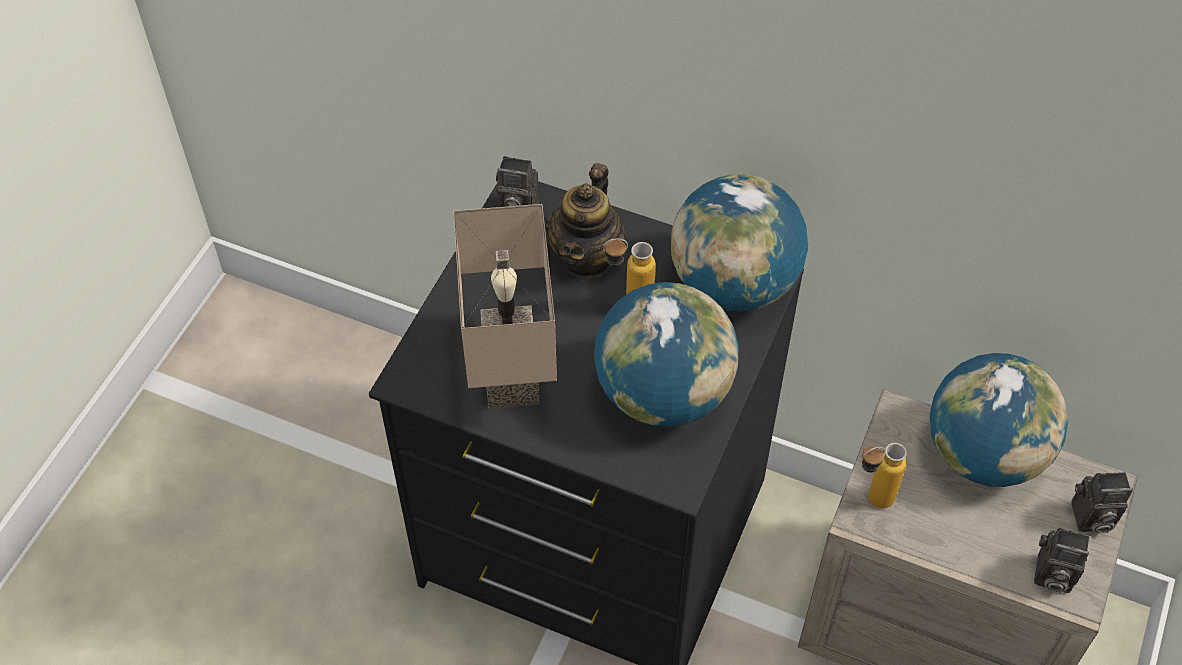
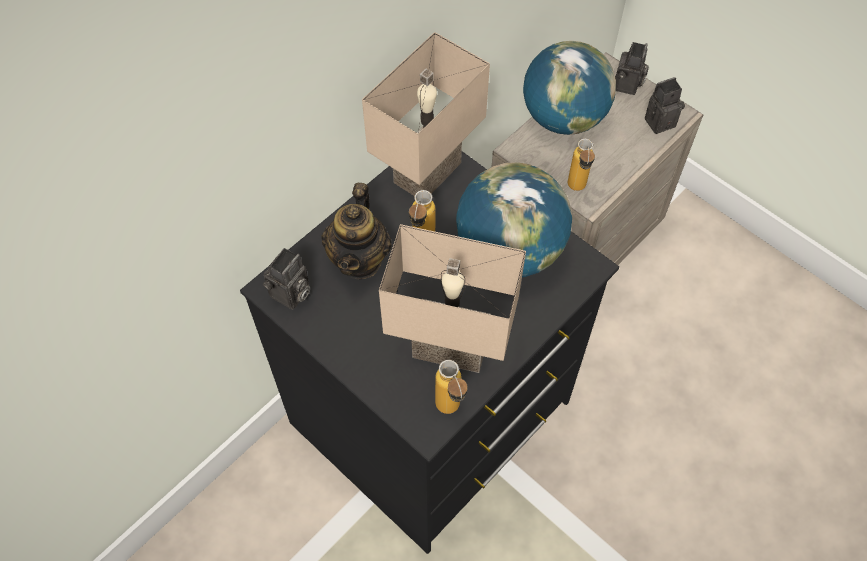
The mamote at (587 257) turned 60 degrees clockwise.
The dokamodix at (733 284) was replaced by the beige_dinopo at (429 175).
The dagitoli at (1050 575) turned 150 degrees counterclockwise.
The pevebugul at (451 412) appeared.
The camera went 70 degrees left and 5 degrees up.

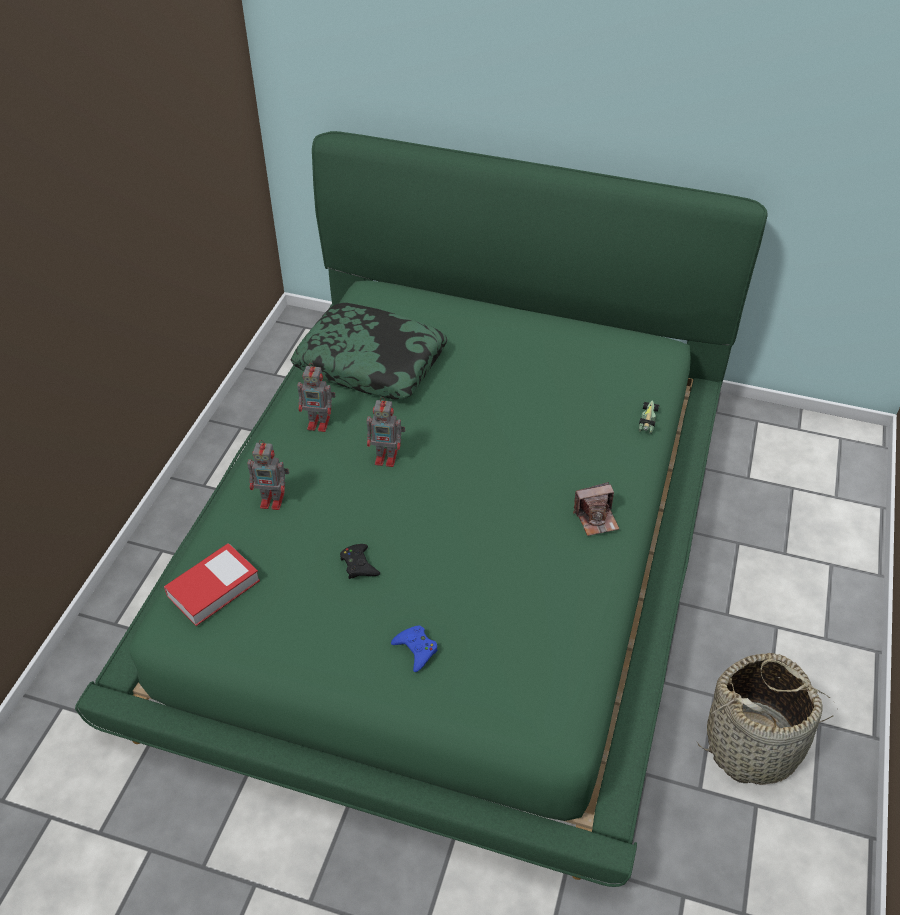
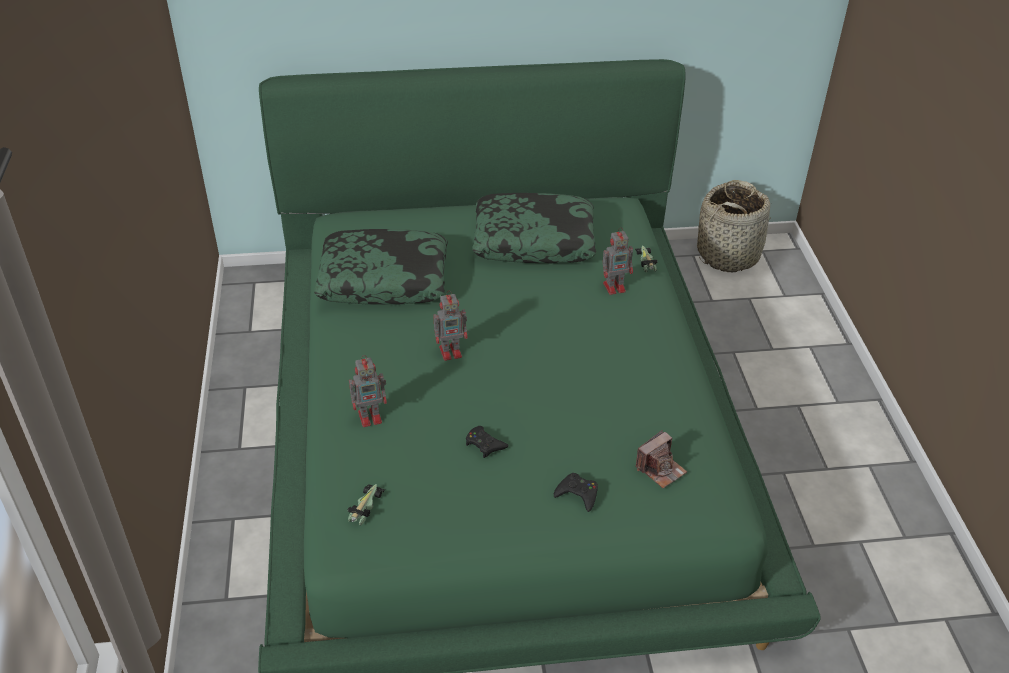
The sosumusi at (213 588) was replaced by the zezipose at (365 506).
The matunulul moved from (320 423) to (615 287).
The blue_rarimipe at (416 650) became the black_rarimipe at (577 494).
The dagitoli moved from (596 518) to (660 469).
The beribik moved from (753 744) to (728 254).
The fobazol at (534 240) appeared.
The camera went 25 degrees left and 5 degrees down.

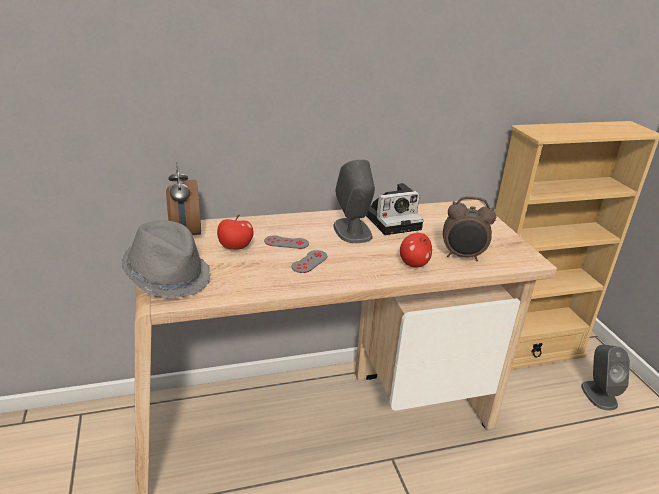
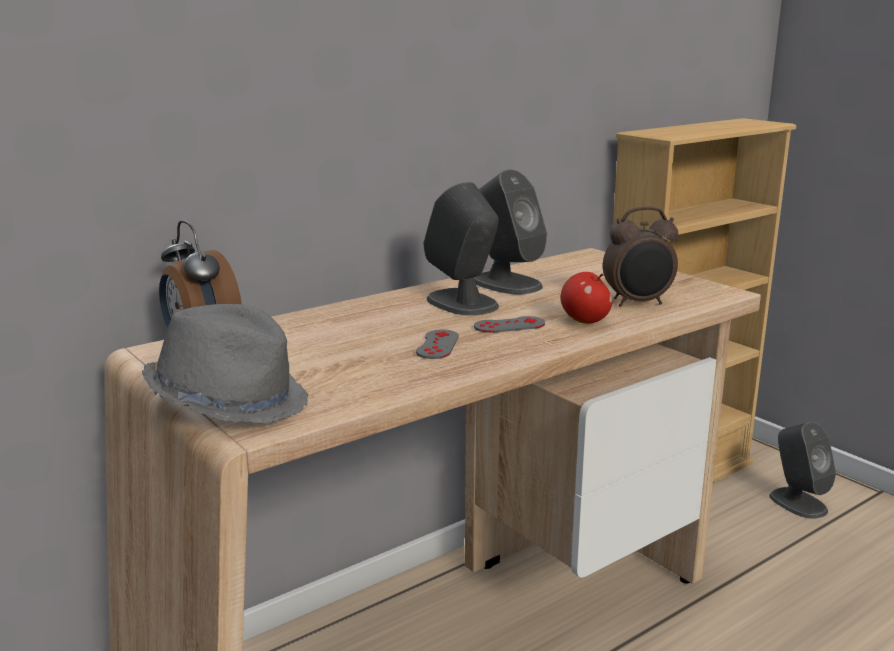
The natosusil at (235 247) disappeared.
The grey_rarimipe moved from (286 242) to (509 325).
The dagitoli at (393 220) was replaced by the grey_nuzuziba at (505 283).
The camera went 20 degrees left and 10 degrees down.

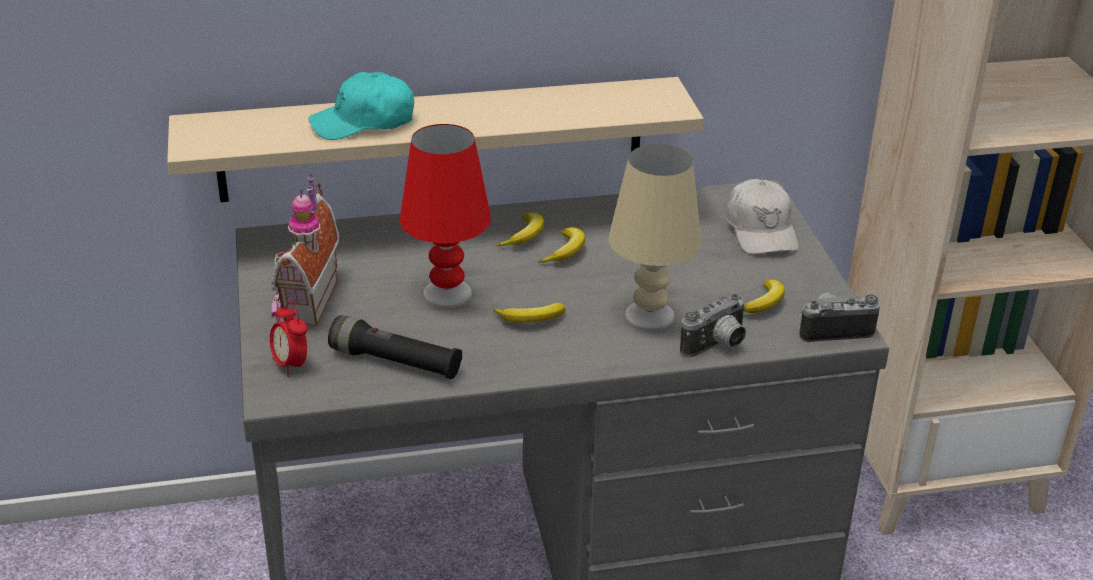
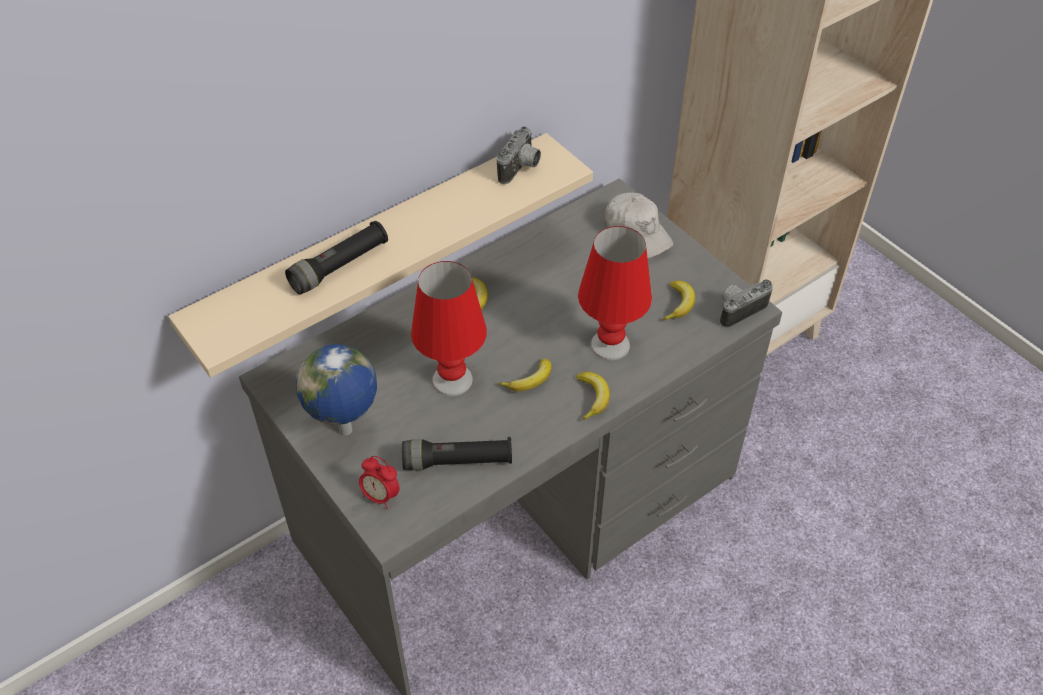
The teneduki at (302 302) was replaced by the dokamodix at (347 431).
The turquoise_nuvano at (363 122) was replaced by the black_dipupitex at (339 267).
The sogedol moved from (565 252) to (592 398).
The beige_dinopo at (649 316) became the red_dinopo at (610 344).
The dagitoli moved from (717 346) to (521 169).
The camera went 25 degrees left and 15 degrees up.

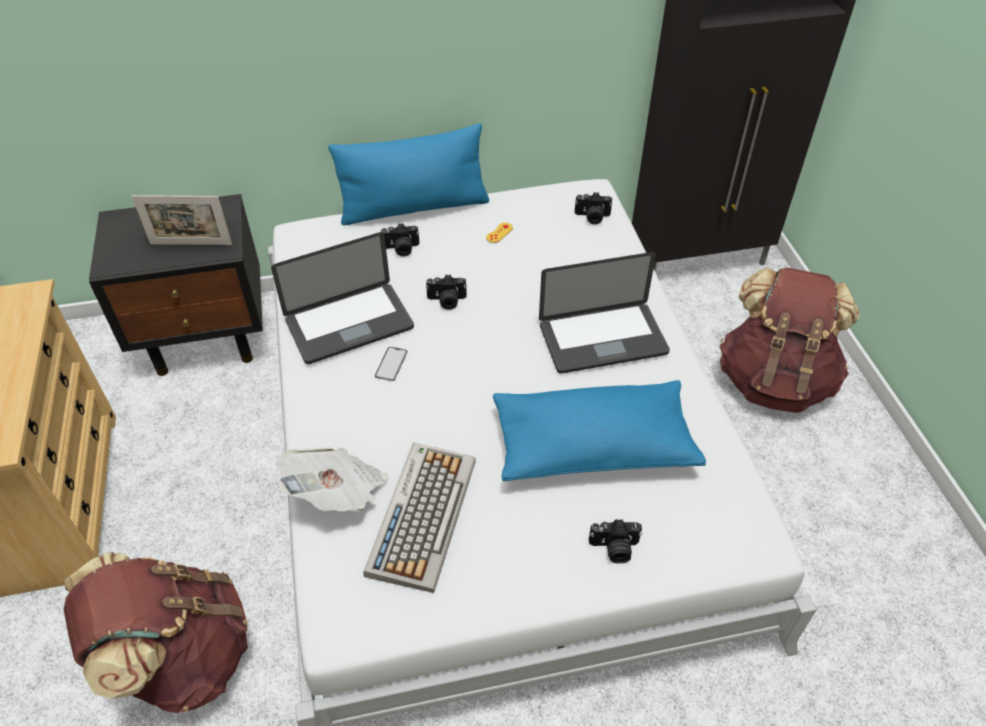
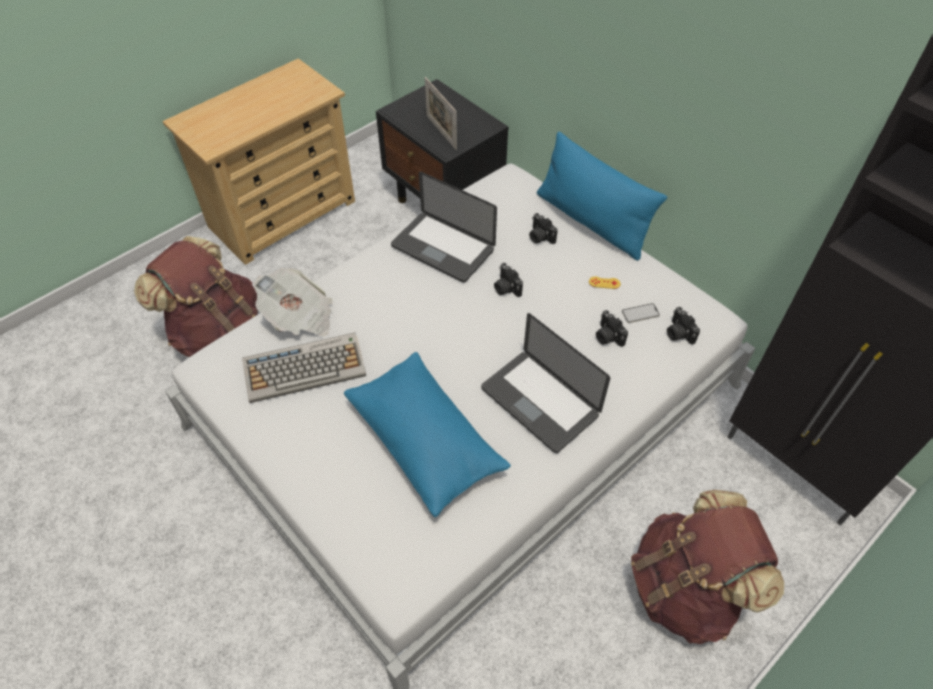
The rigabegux moved from (391 364) to (640 313).
The dagitoli moved from (614 548) to (607 336).
The camera went 60 degrees right and 5 degrees up.

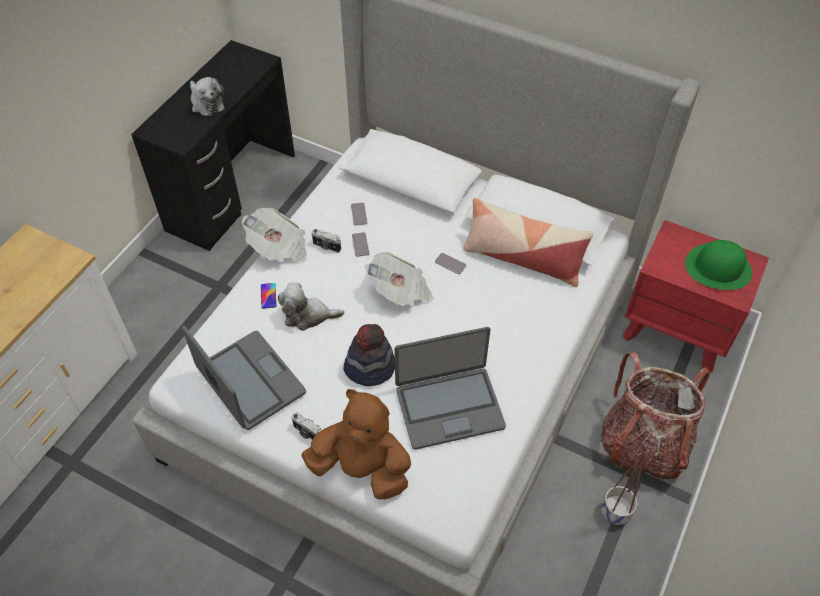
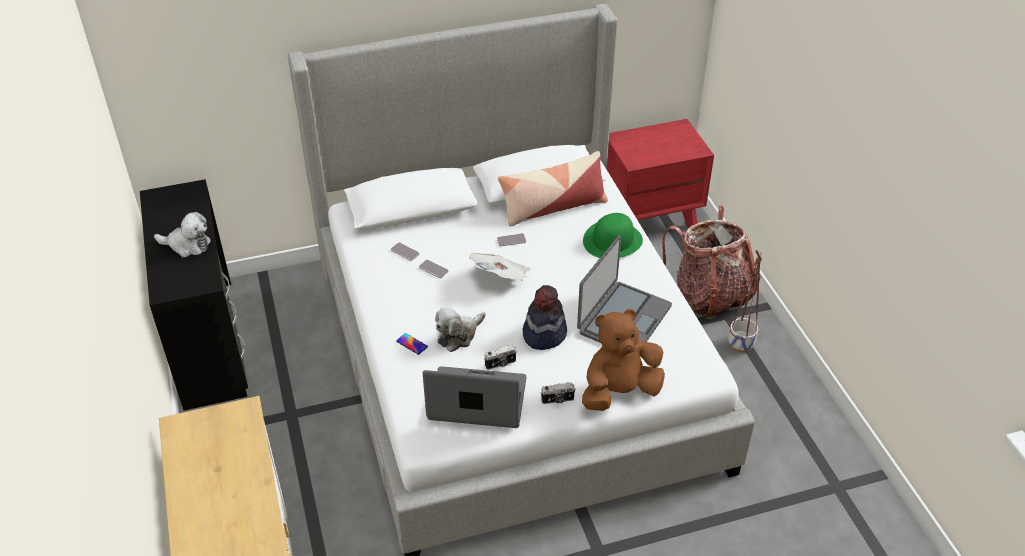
The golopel at (279 248) disappeared.
The dagitoli moved from (326 247) to (501 364).
The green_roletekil moved from (718 267) to (612 241).
The camera went 45 degrees left and 10 degrees down.

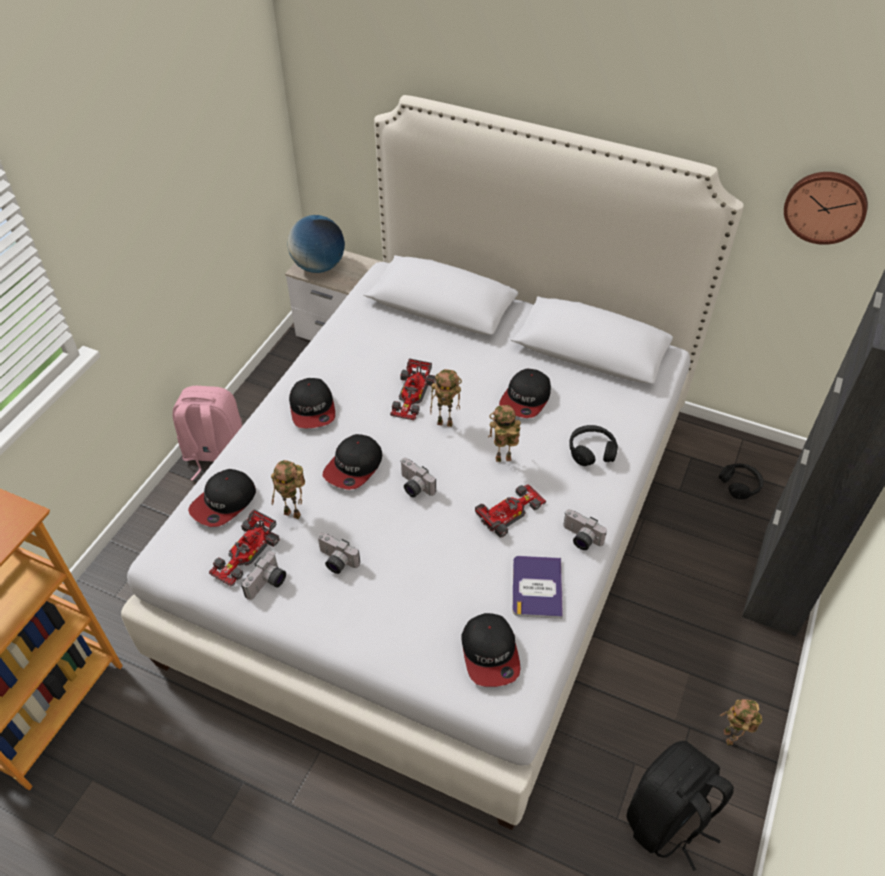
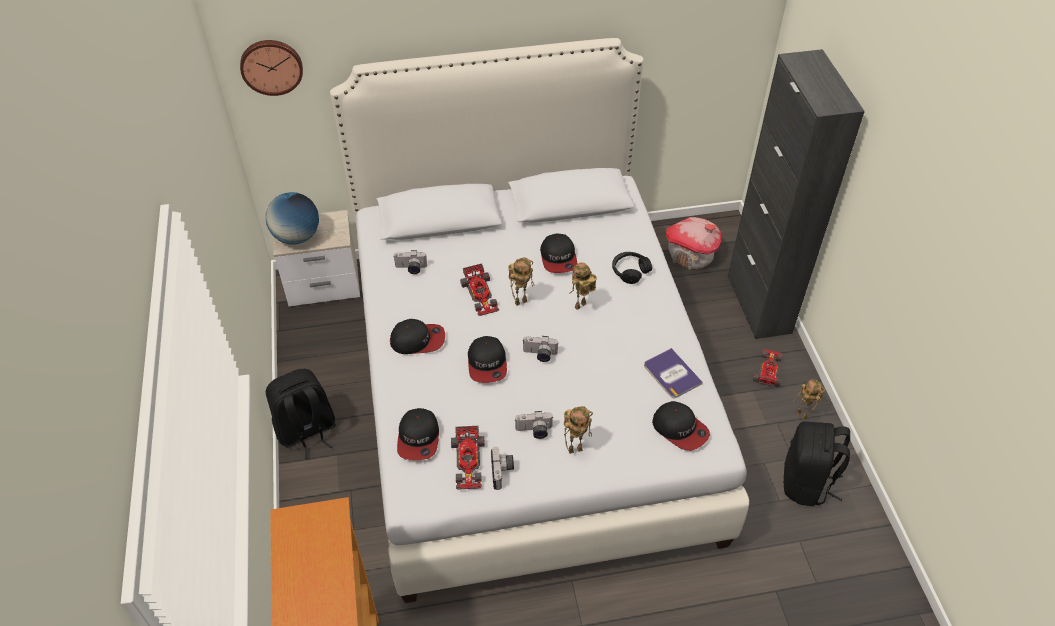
The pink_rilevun at (215 455) became the black_rilevun at (306 431).
The matunulul moved from (294 513) to (576 448).
The nuvano at (313 409) turned 45 degrees counterclockwise.
The zezipose moved from (510 511) to (768 369).
The dagitoli moved from (580 538) to (411 269).
The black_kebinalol at (740 485) was replaced by the teneduki at (691 255).
The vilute moved from (825 206) to (271 66).
The camera went 35 degrees left and 0 degrees up.

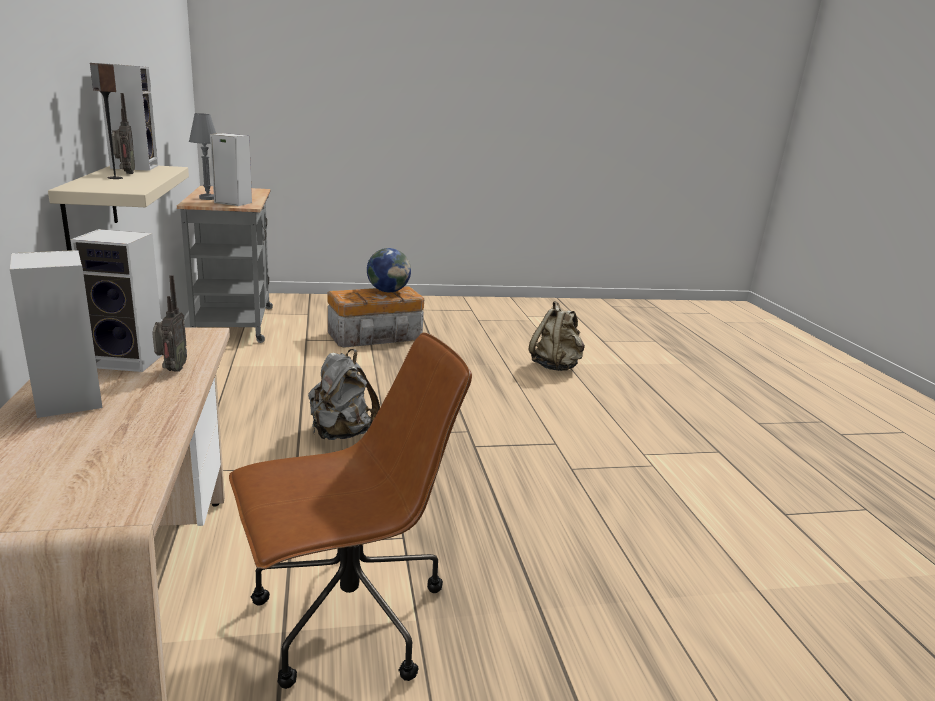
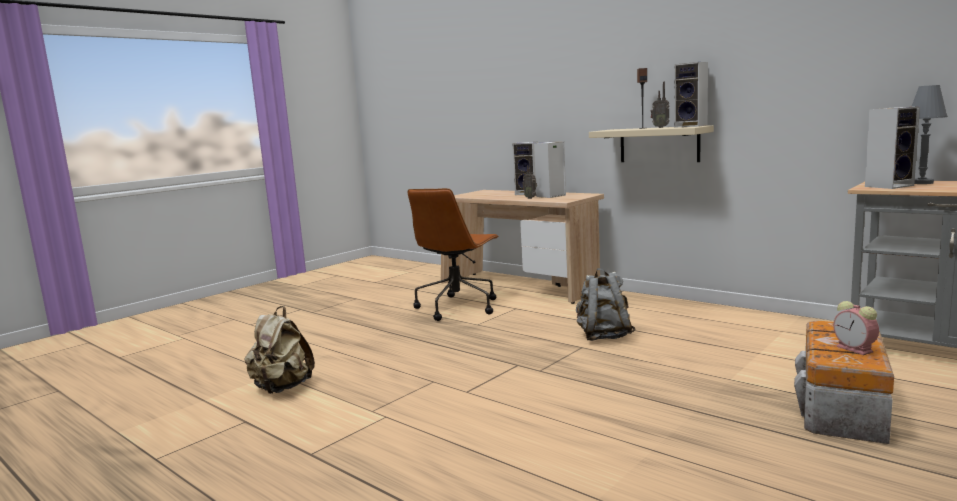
The dokamodix at (388 291) was replaced by the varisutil at (856 349).
The beige_rilevun moved from (555 366) to (282 388).
The camera went 145 degrees right and 10 degrees down.

